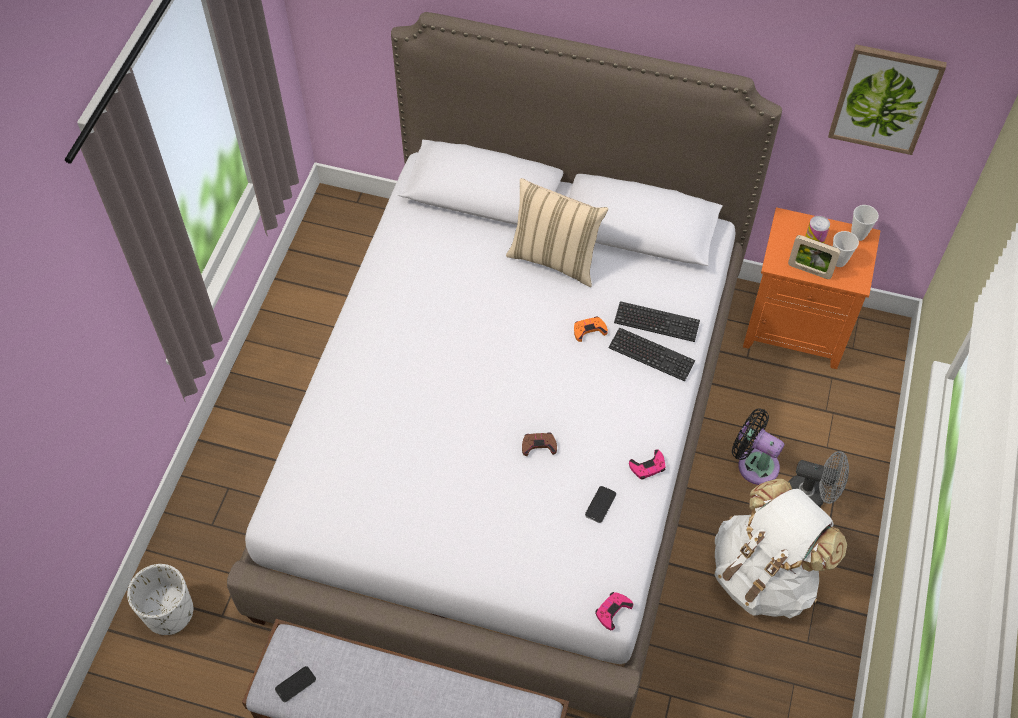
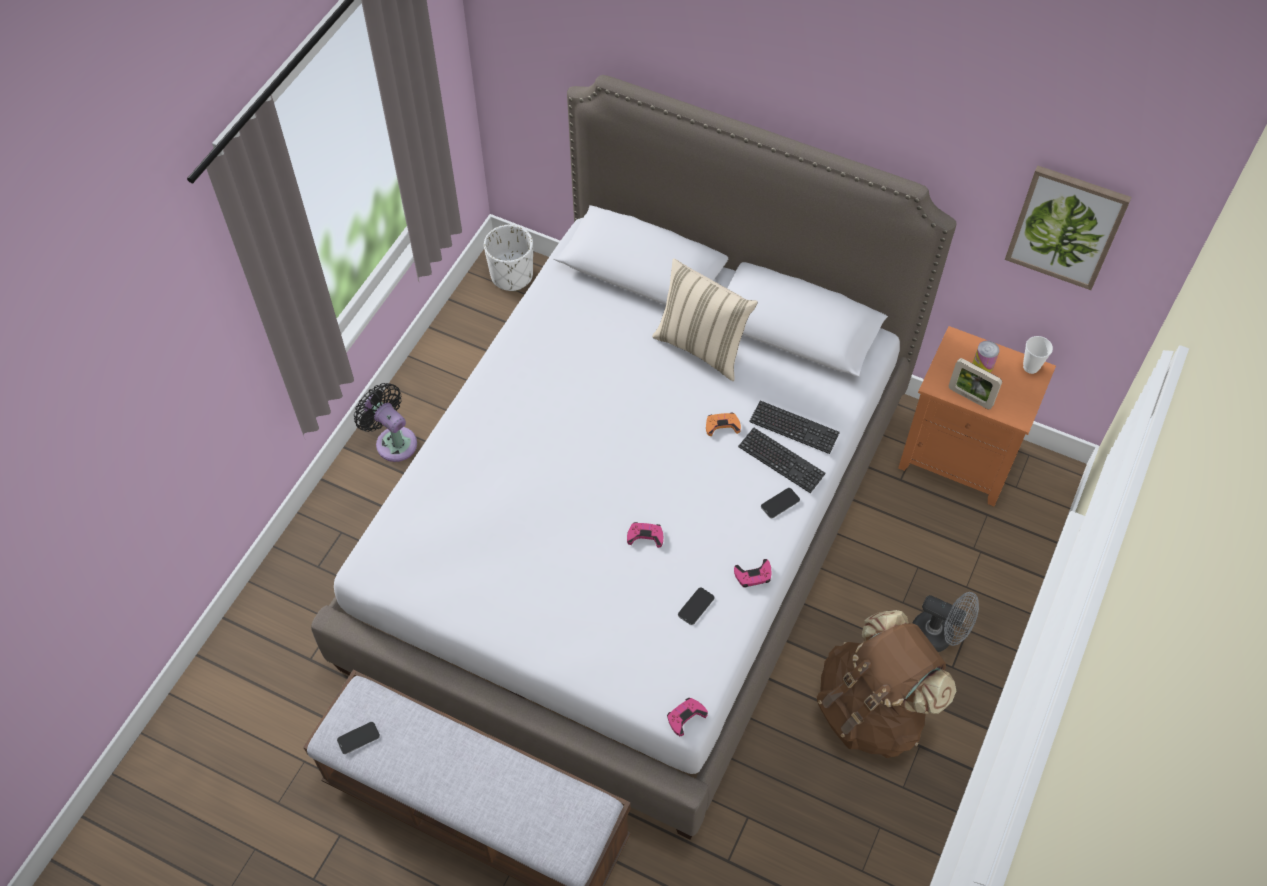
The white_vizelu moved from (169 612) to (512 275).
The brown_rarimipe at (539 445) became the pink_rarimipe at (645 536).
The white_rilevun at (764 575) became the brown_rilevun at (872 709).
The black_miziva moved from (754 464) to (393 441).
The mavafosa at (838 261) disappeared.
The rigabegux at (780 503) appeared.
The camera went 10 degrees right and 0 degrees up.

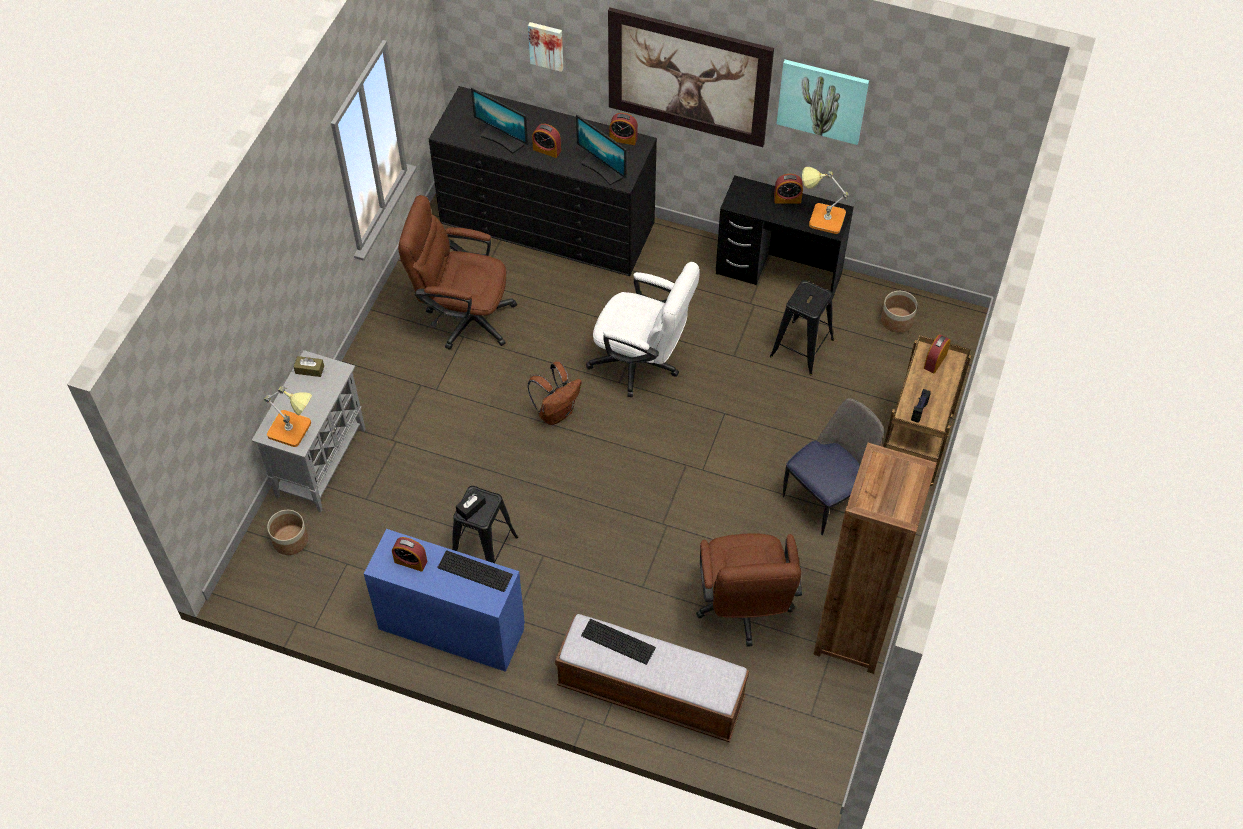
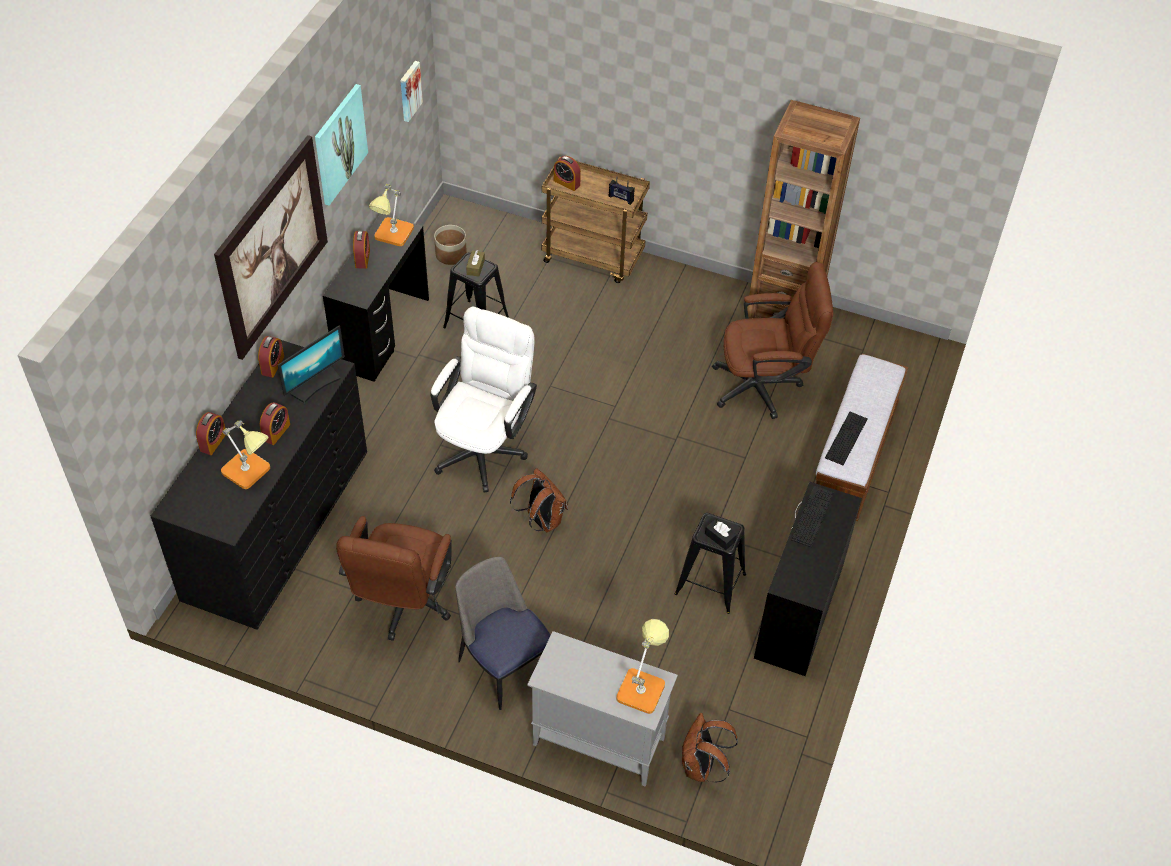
The vizelu at (290 540) was replaced by the brown_rilevun at (701 767).
The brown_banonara moved from (309 369) to (475 267).
The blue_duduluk at (451 628) became the black_duduluk at (799 611).
The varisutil moved from (410 561) to (213 442).
The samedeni at (502 139) was replaced by the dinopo at (250 472).
The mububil moved from (546 45) to (409 90).
The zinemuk moved from (827 497) to (503 666).
The camera went 90 degrees left and 5 degrees down.

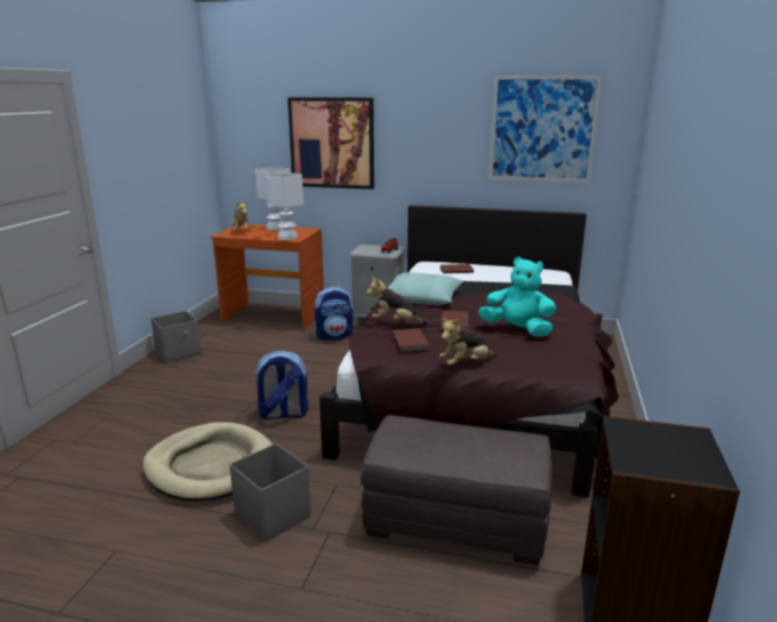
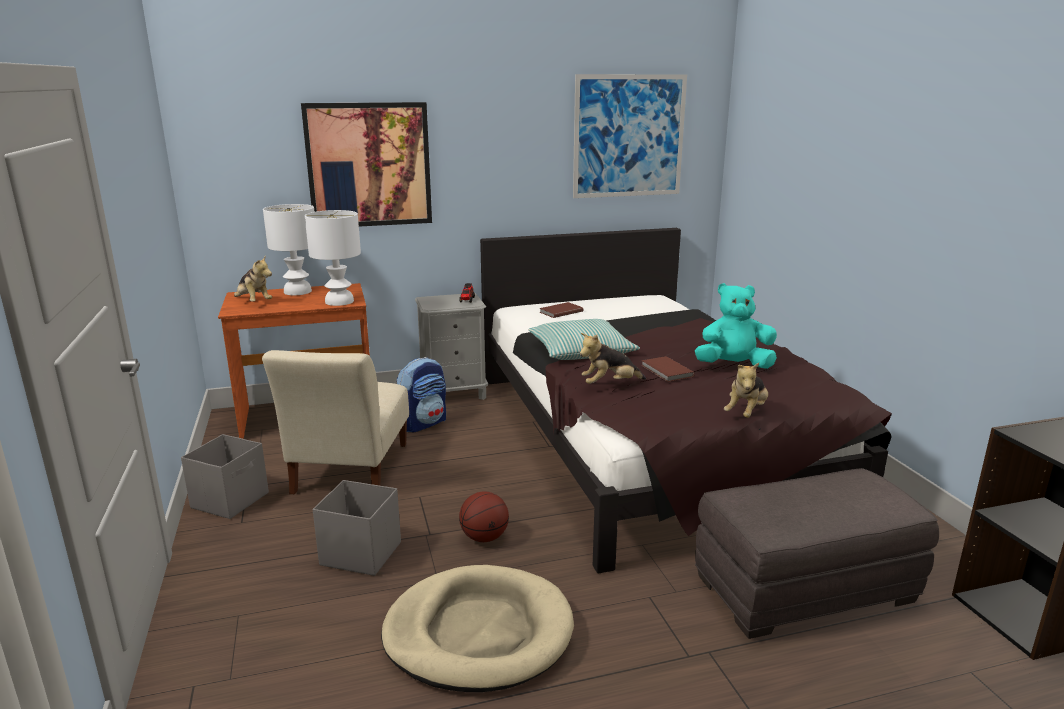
The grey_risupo moved from (272 514) to (360 553).
The rilevun at (282 414) was replaced by the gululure at (484 537).
The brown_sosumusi at (411 341) disappeared.
The beige_zinemuk at (349 471) appeared.
The camera went 30 degrees left and 0 degrees up.

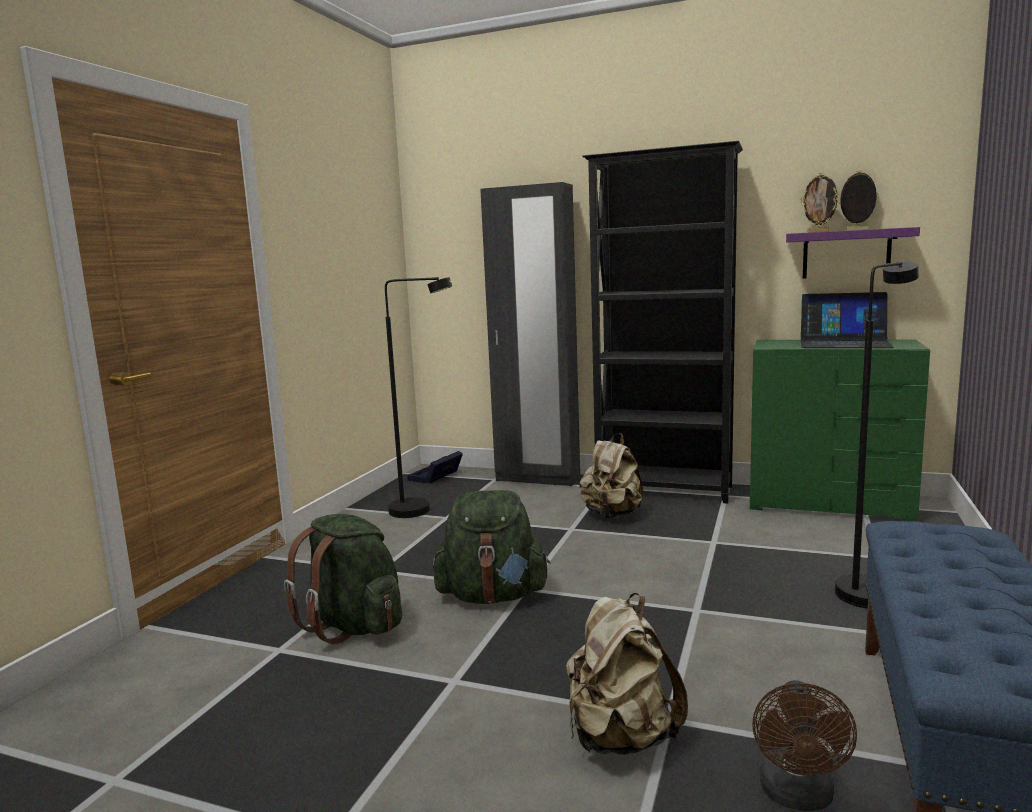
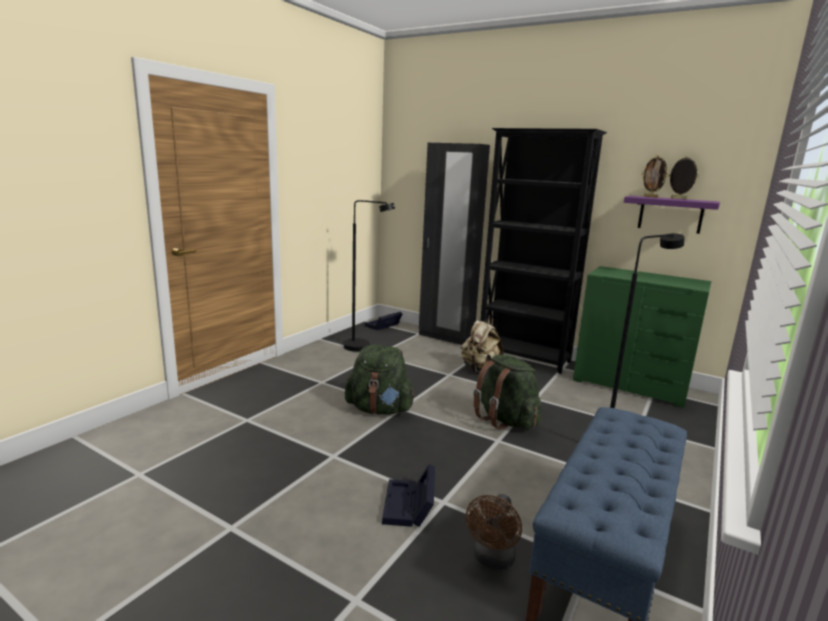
The green_rilevun moved from (353 625) to (505 420).
The beige_rilevun at (620 738) was replaced by the black_risupo at (409 506).
The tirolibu at (844 343) disappeared.
The camera went 10 degrees right and 5 degrees up.

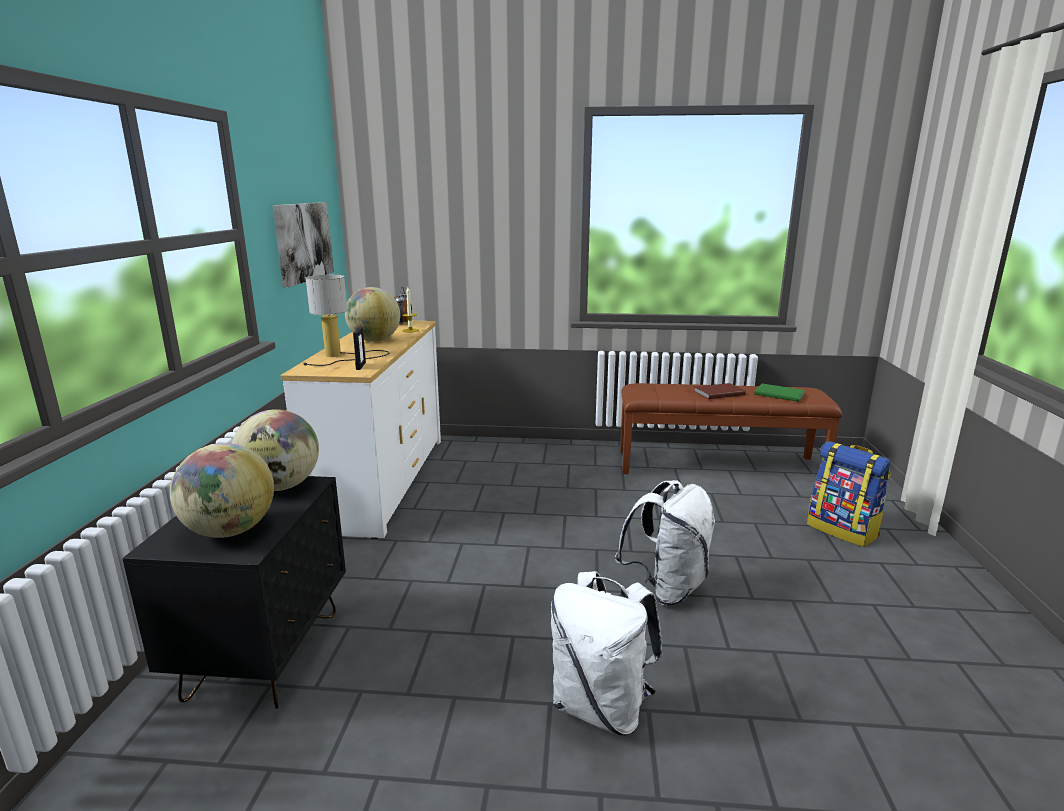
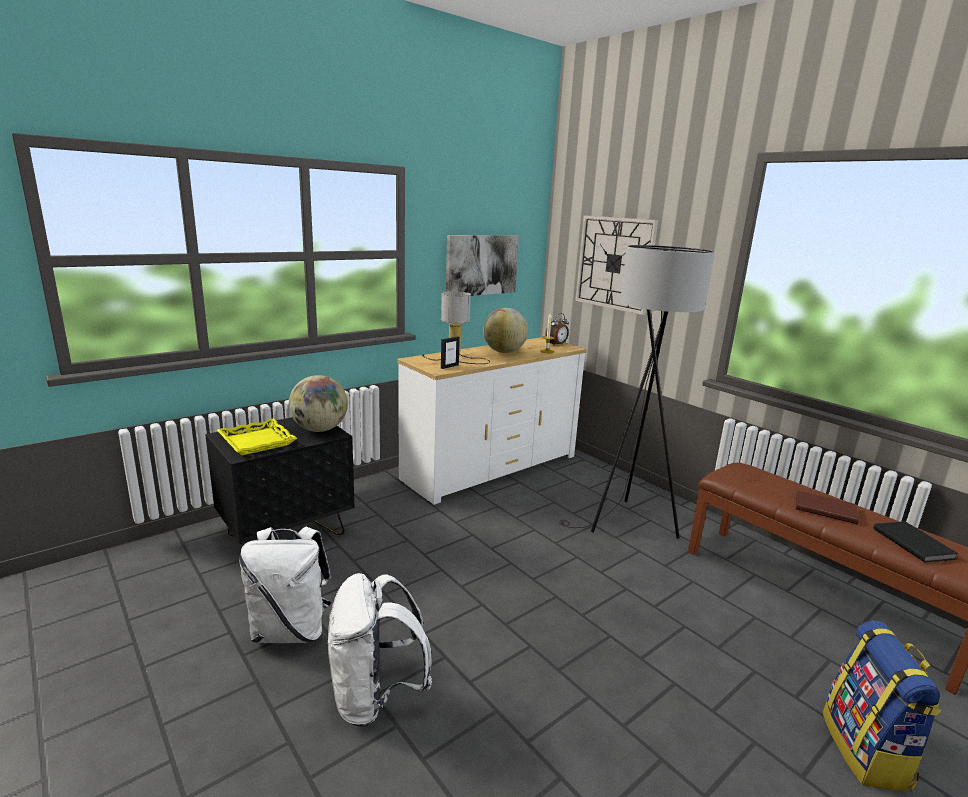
The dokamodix at (230 531) was replaced by the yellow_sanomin at (256 442).
The white_rilevun moved from (666 588) to (290 630).
The green_sosumusi at (779 394) became the black_sosumusi at (913 543).
The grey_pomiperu at (626 525) appeared.
The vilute at (614 263) appeared.
The camera went 45 degrees right and 0 degrees up.

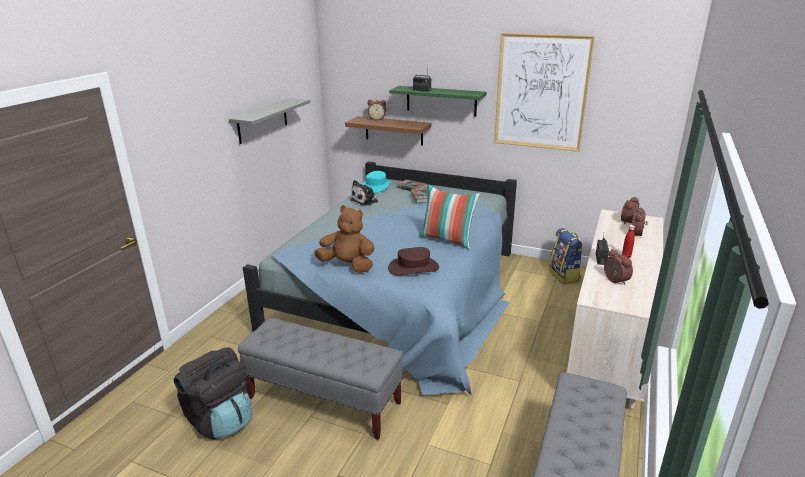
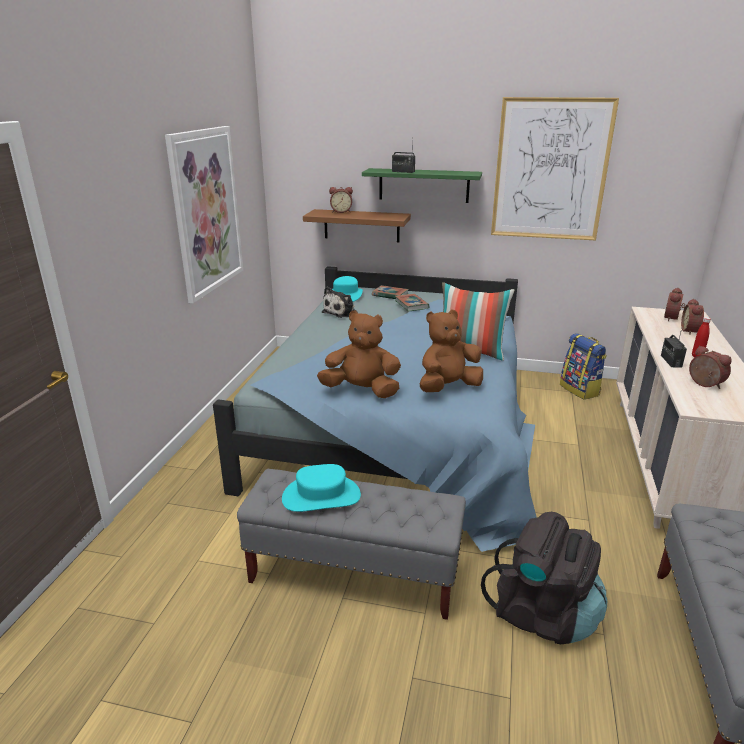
The black_rilevun moved from (220 420) to (542 614).
The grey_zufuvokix at (262 120) was replaced by the mububil at (206 211).
The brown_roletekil at (413 268) was replaced by the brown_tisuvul at (448 387).
The turquoise_roletekil at (321 496) appeared.
The camera went 10 degrees left and 0 degrees up.

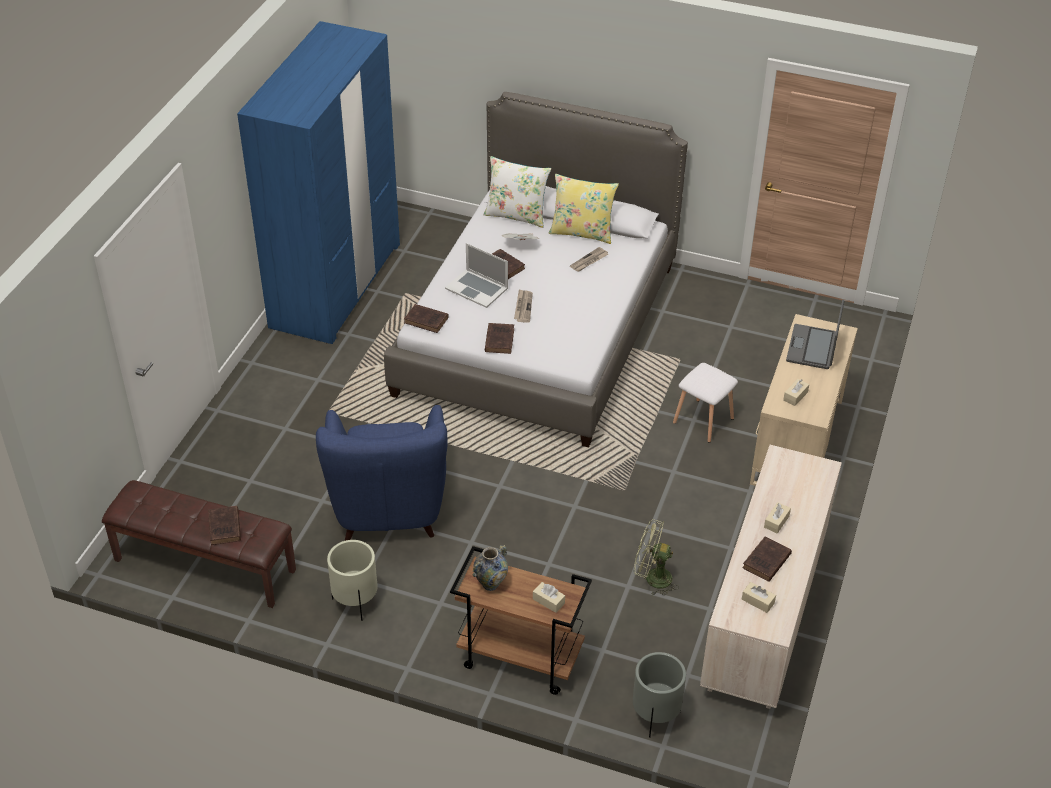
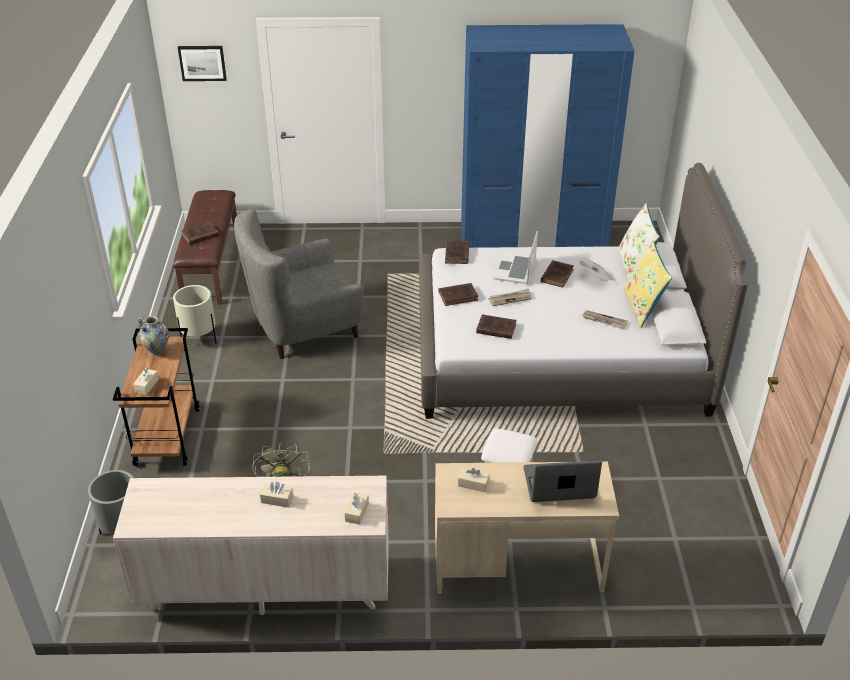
The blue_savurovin at (389 506) became the grey_savurovin at (303 329).
The brown_sosumusi moved from (766 562) to (495 329).
The beige_banonara moved from (758 601) to (357 512).
The mububil at (202 63) appeared.
The camera went 70 degrees right and 5 degrees down.

